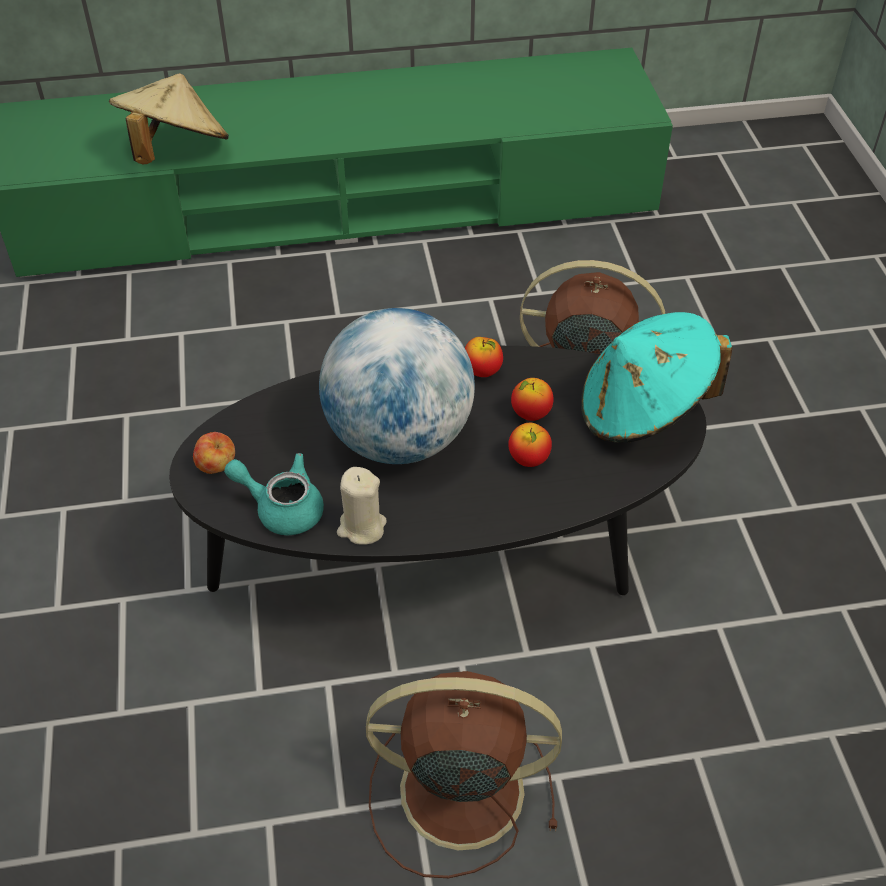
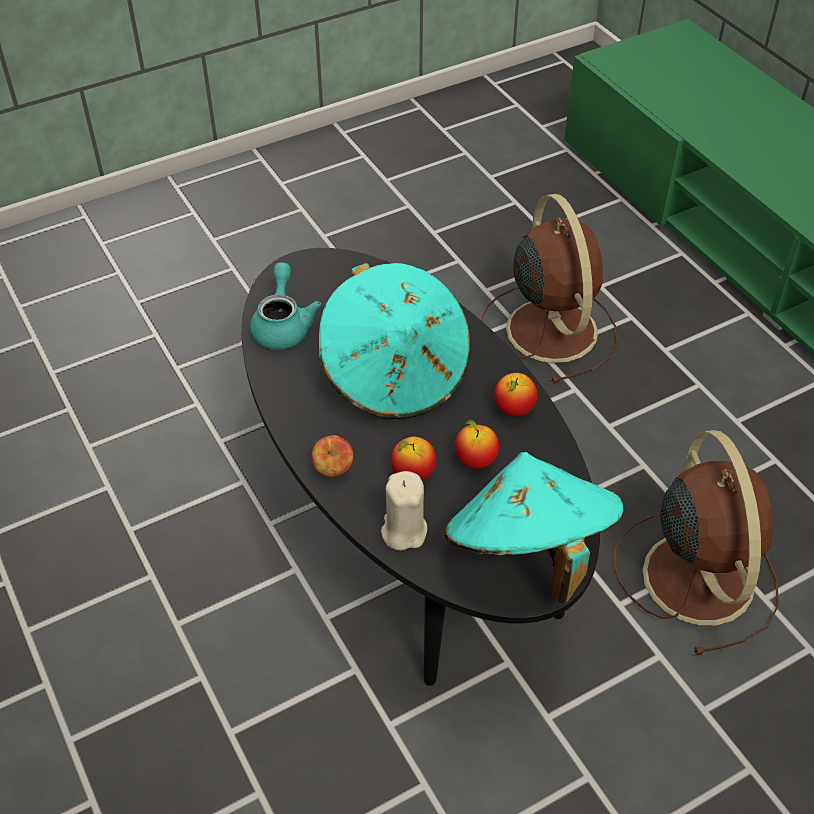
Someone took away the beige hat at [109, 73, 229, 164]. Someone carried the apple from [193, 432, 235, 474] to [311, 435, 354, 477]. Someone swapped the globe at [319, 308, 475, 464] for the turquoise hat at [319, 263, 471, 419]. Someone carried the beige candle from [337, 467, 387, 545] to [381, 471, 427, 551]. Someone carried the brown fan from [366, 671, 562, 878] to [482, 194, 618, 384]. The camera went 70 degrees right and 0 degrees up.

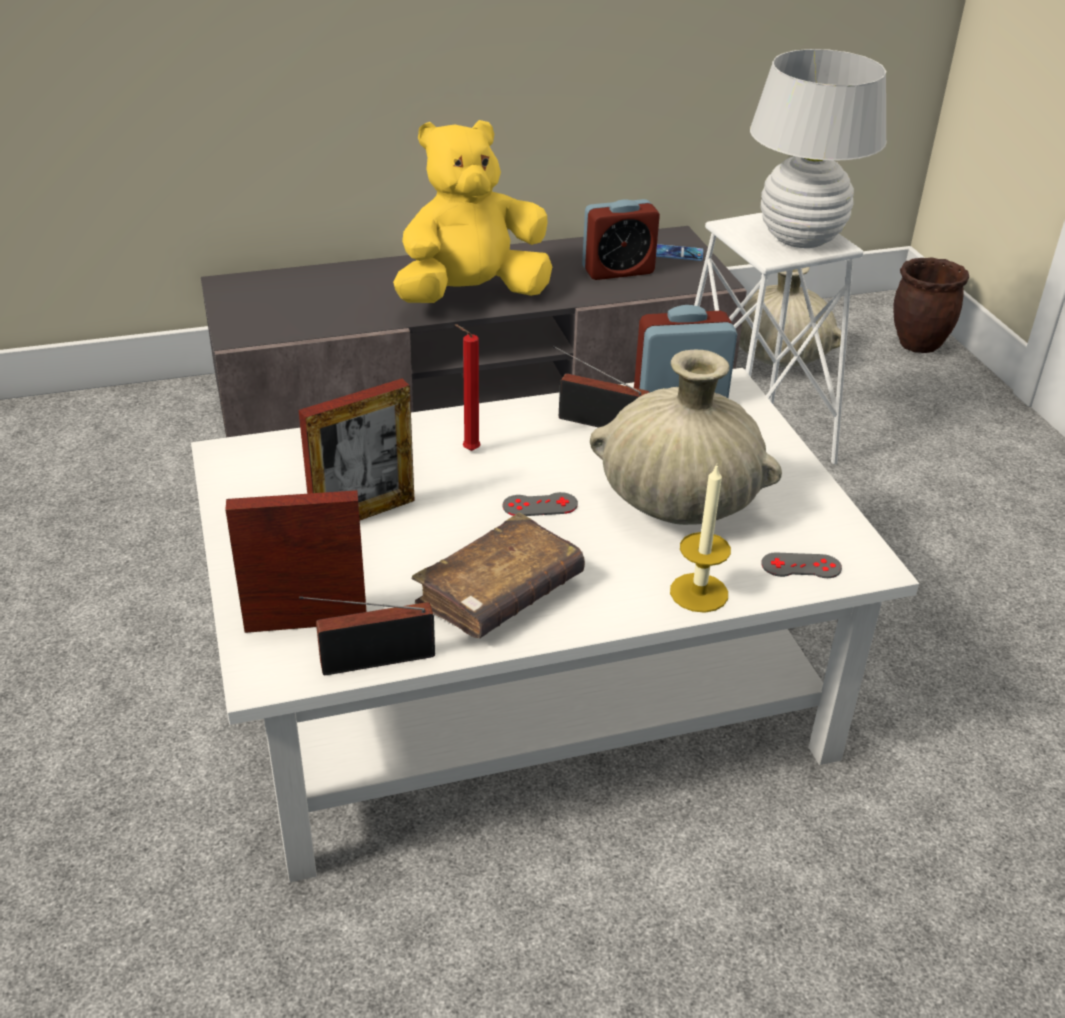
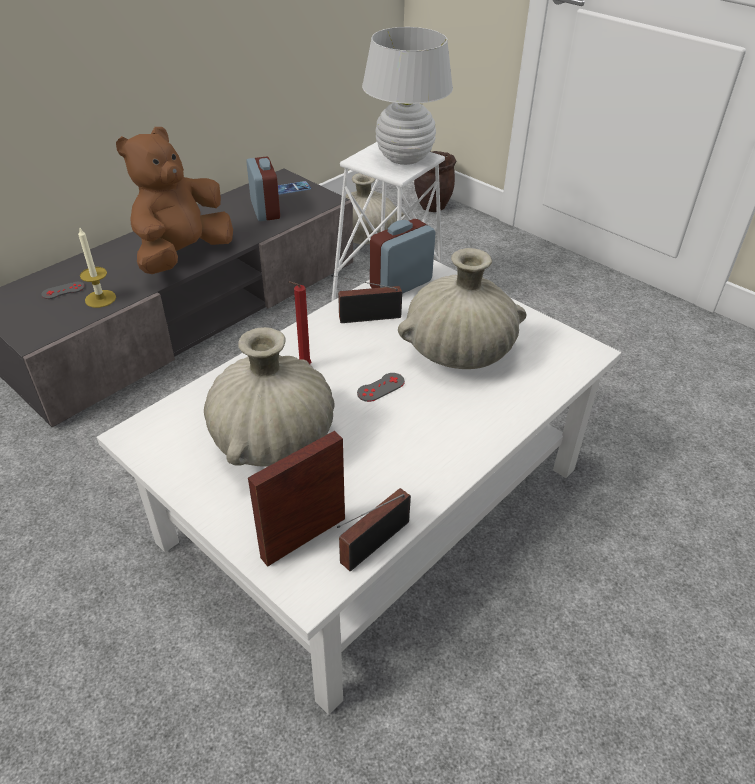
Someone swapped the picture frame at [299, 379, 415, 520] for the beige vase at [204, 327, 335, 467]. Someone repainted the yellow plush toy at [393, 120, 552, 303], which became the brown plush toy at [116, 127, 233, 274]. Someone took away the brown book at [412, 513, 585, 638]. Someone rotated the alarm clock at [582, 199, 660, 280] by 60 degrees counterclockwise. Someone carried the candle from [670, 463, 731, 613] to [78, 228, 116, 308]. Someone carried the grey game controller from [761, 553, 842, 578] to [41, 282, 85, 299]. The camera went 30 degrees left and 5 degrees up.

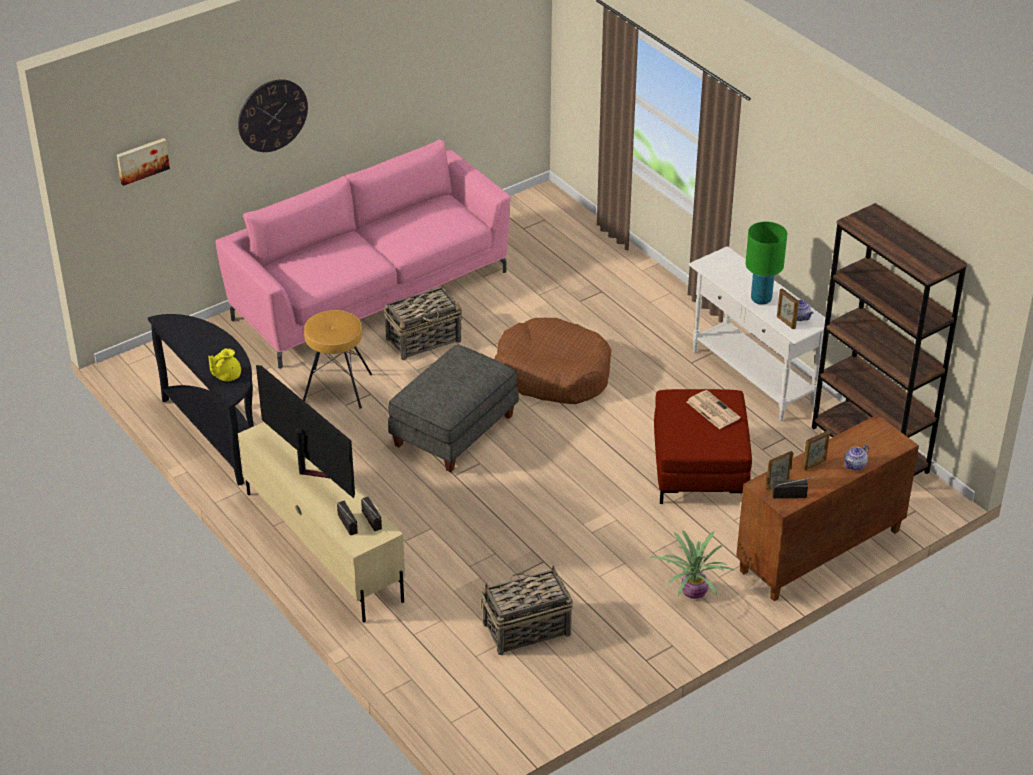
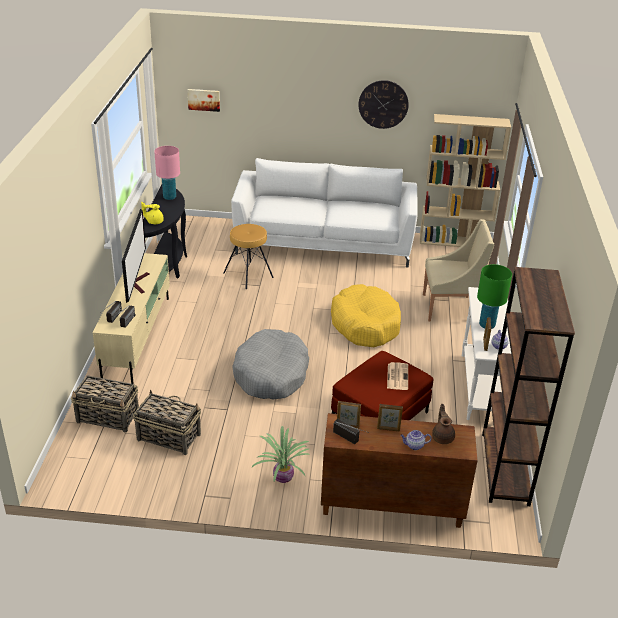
Someone repainted the pink sofa at [216, 140, 510, 369], which became the white sofa at [231, 158, 418, 268]. Someone carried the wall clock from [238, 79, 308, 152] to [358, 80, 409, 129]. Someone carried the basket from [384, 287, 462, 360] to [71, 376, 139, 432]. Someone took away the grey ottoman at [388, 345, 519, 473]. Someone repainted the brown dog bed at [494, 318, 611, 404], which became the yellow dog bed at [331, 284, 401, 347]. Someone put down the pink table lamp at [154, 146, 180, 200]. Someone put down the grey dog bed at [232, 329, 309, 400]. Someone put down the beige bookcase at [420, 114, 511, 247]. Someone put down the beige armchair at [423, 219, 494, 322]. Someone put down the brown teapot at [432, 404, 455, 444]. The camera went 40 degrees right and 5 degrees down.

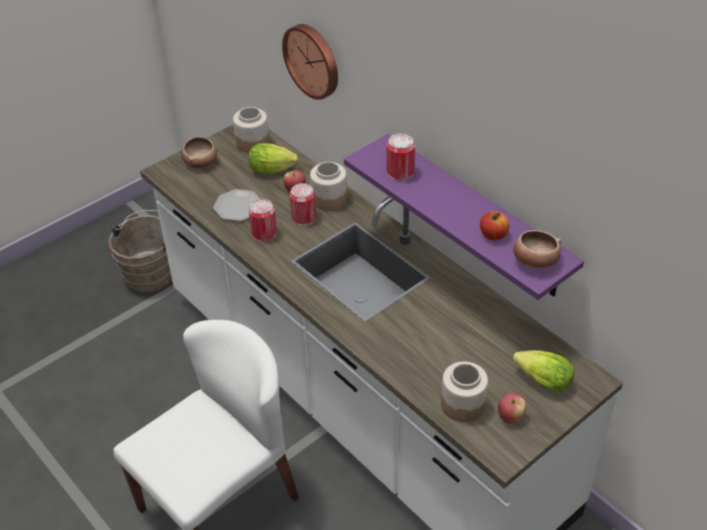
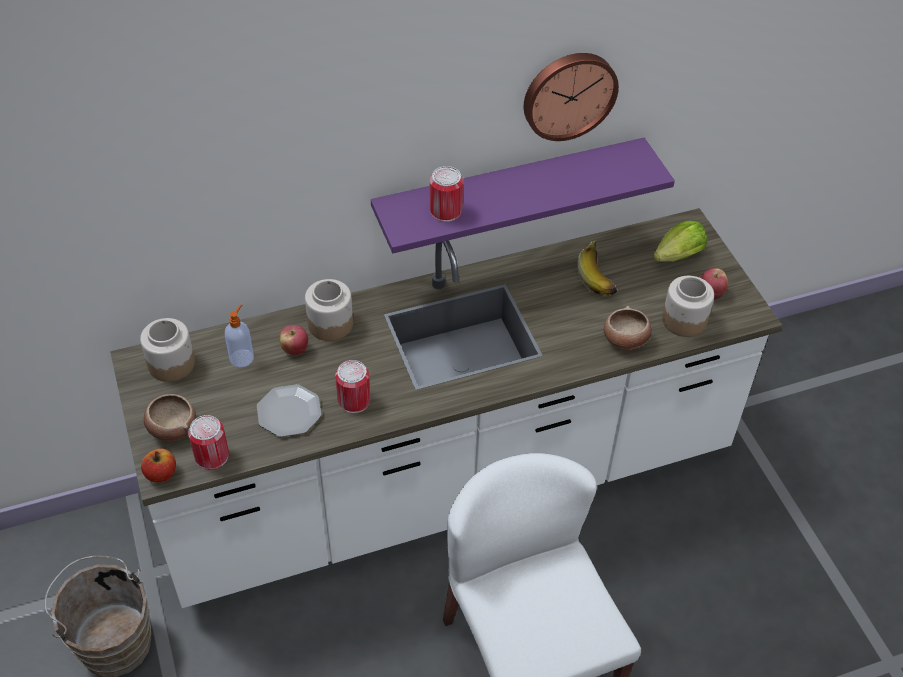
Someone swapped the lettuce at [248, 143, 299, 174] for the soap dispenser at [225, 304, 254, 367]. Someone carried the wall clock from [282, 24, 338, 100] to [524, 53, 619, 141]. Someone carried the can from [290, 183, 316, 226] to [188, 415, 229, 470]. Someone carried the apple from [480, 211, 509, 240] to [141, 448, 176, 482]. Someone carried the bowl from [514, 230, 561, 269] to [604, 306, 652, 350]. Someone put down the banana at [577, 240, 617, 296]. The camera went 70 degrees left and 5 degrees up.

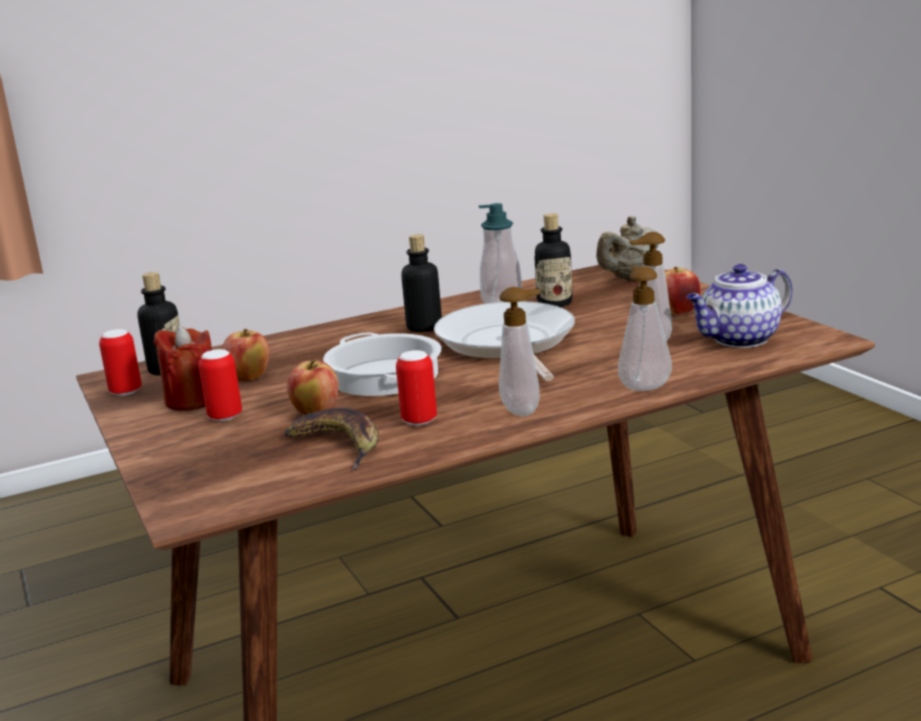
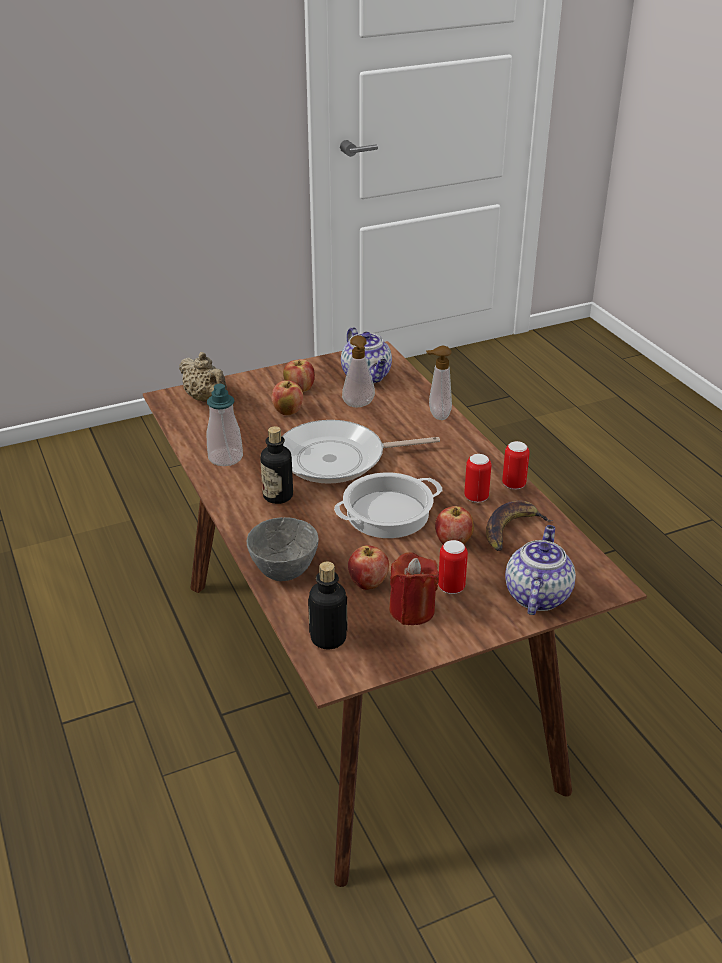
Someone carried the can from [99, 329, 142, 396] to [502, 441, 530, 490]. Someone took away the soap dispenser at [499, 287, 540, 416]. Someone took away the bottle at [534, 214, 572, 307]. Someone put down the grey bowl at [247, 517, 319, 581]. Someone put down the apple at [272, 380, 303, 415]. Someone put down the teapot at [505, 525, 576, 615]. The camera went 90 degrees left and 15 degrees up.

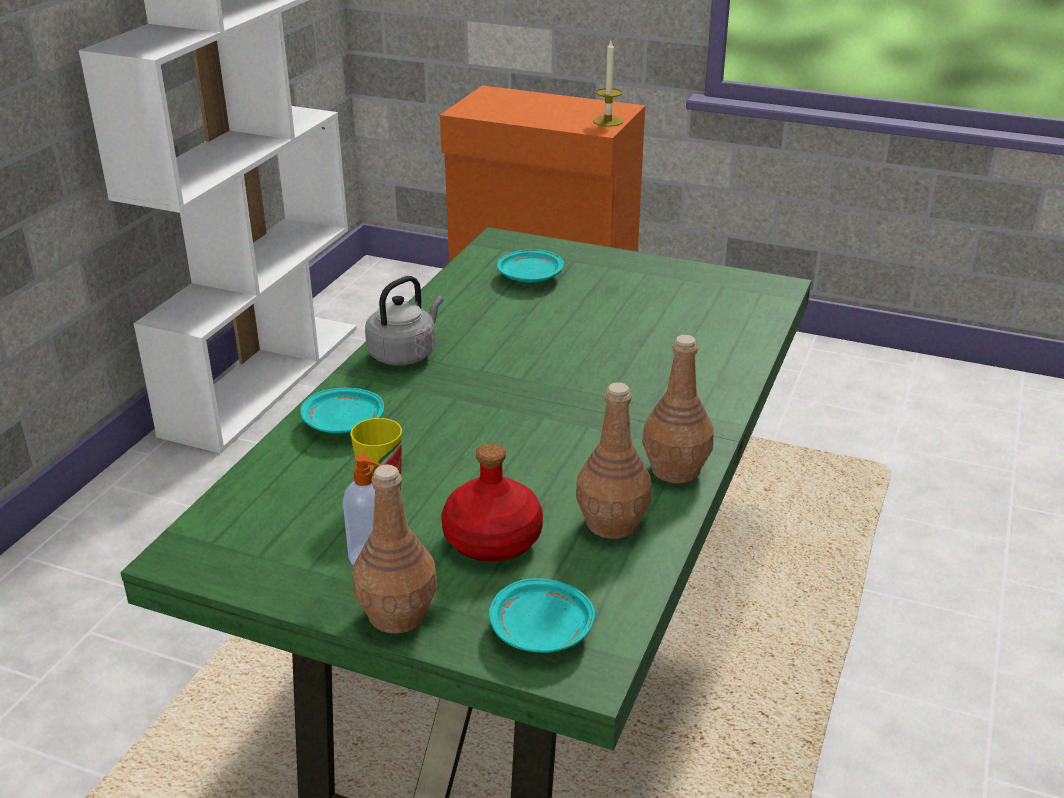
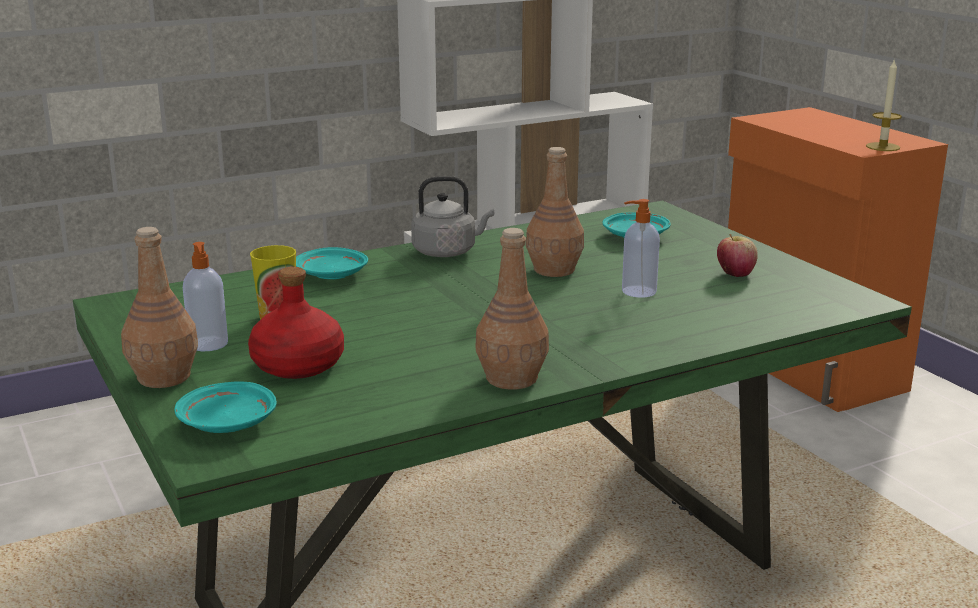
Someone carried the brown bottle from [576, 382, 652, 539] to [526, 147, 584, 277]. Someone put down the soap dispenser at [622, 199, 660, 298]. Someone put down the apple at [717, 234, 758, 277]. The camera went 40 degrees right and 10 degrees down.

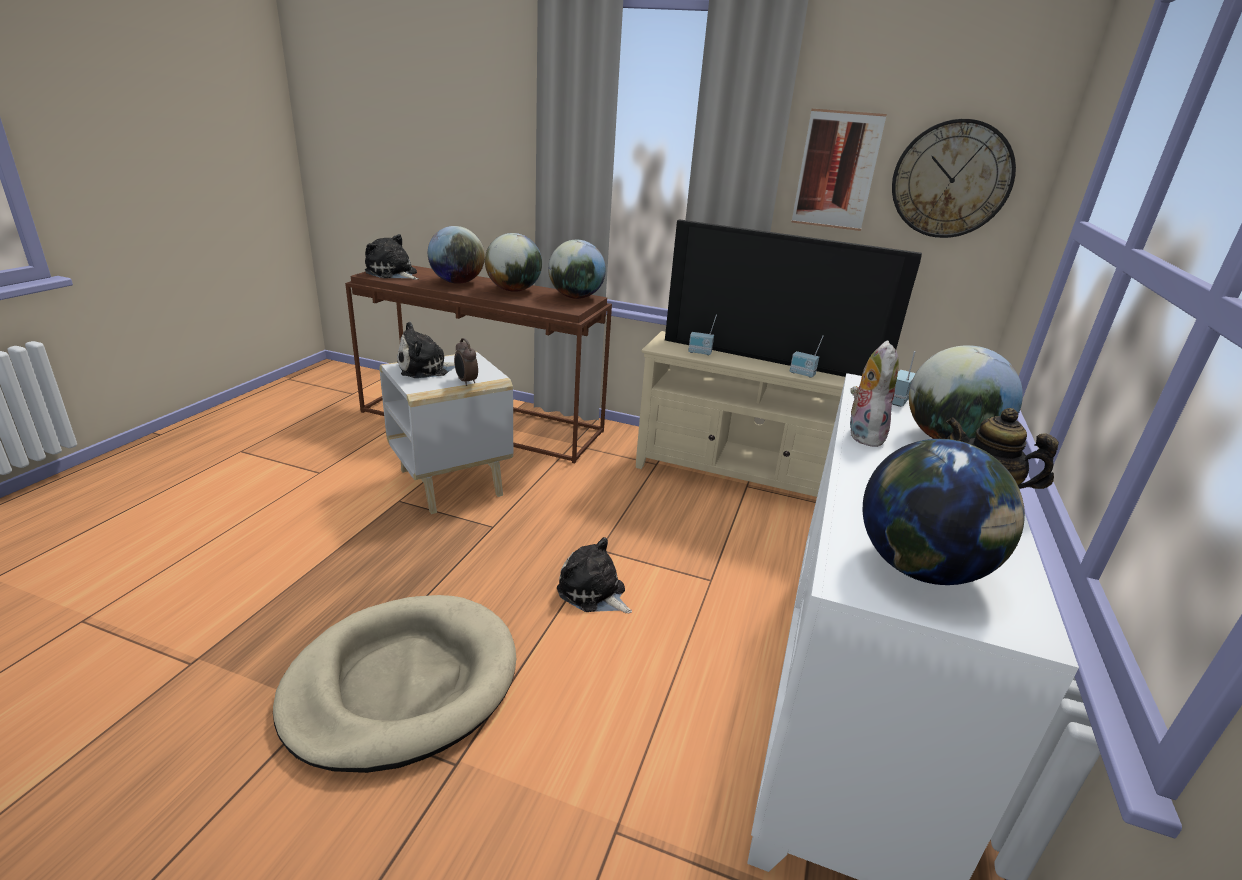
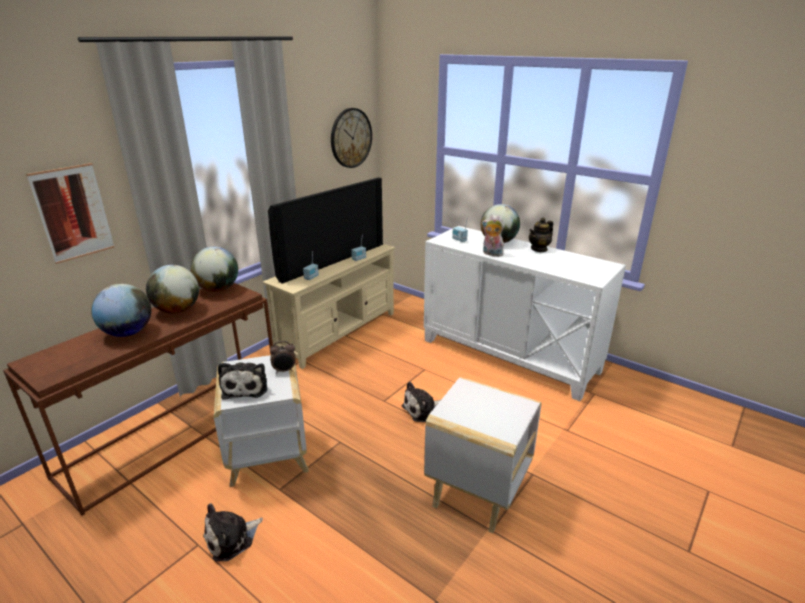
Someone swapped the beige dog bed at [273, 595, 516, 773] for the white side table at [424, 377, 542, 533]. Someone carried the plush toy from [365, 234, 419, 280] to [203, 503, 263, 562]. Someone carried the picture from [791, 109, 887, 231] to [26, 163, 114, 264]. Someone took away the globe at [863, 439, 1025, 585]. The camera went 70 degrees left and 0 degrees up.

